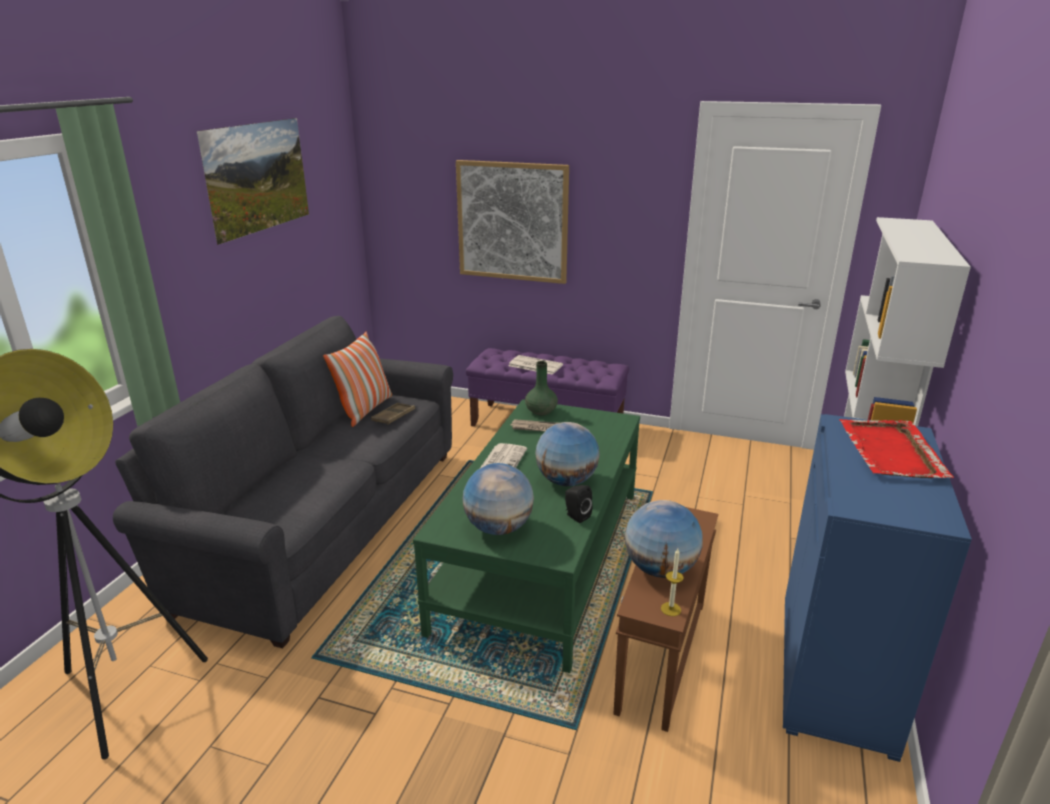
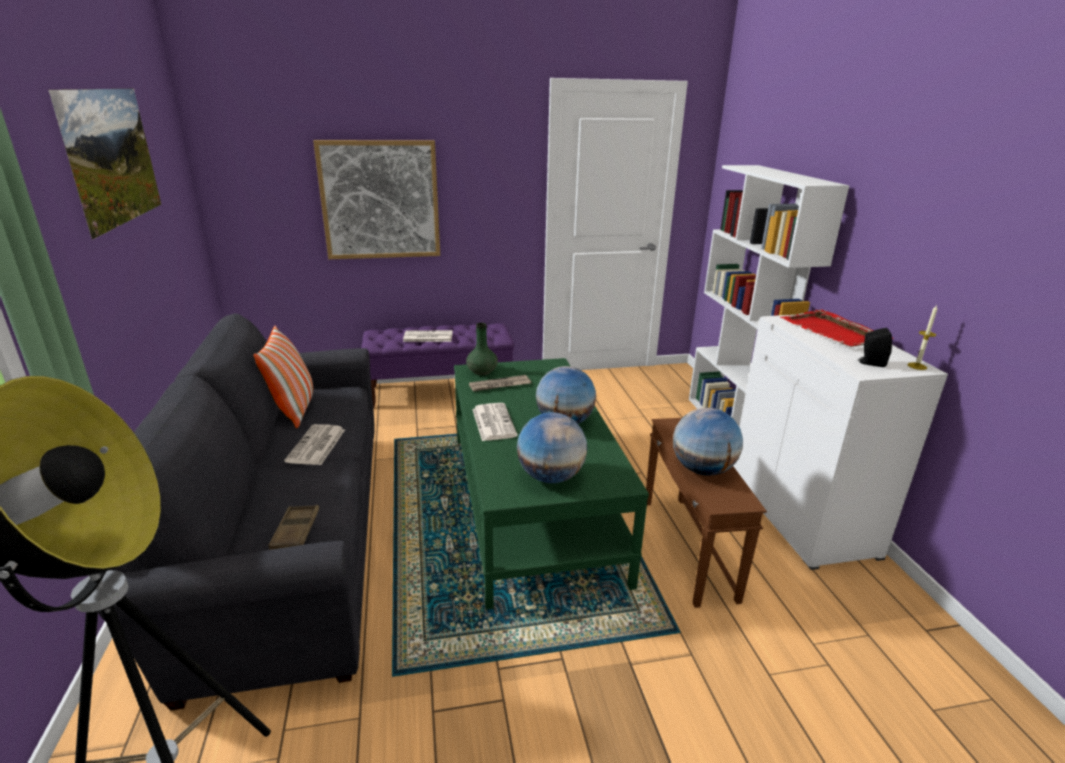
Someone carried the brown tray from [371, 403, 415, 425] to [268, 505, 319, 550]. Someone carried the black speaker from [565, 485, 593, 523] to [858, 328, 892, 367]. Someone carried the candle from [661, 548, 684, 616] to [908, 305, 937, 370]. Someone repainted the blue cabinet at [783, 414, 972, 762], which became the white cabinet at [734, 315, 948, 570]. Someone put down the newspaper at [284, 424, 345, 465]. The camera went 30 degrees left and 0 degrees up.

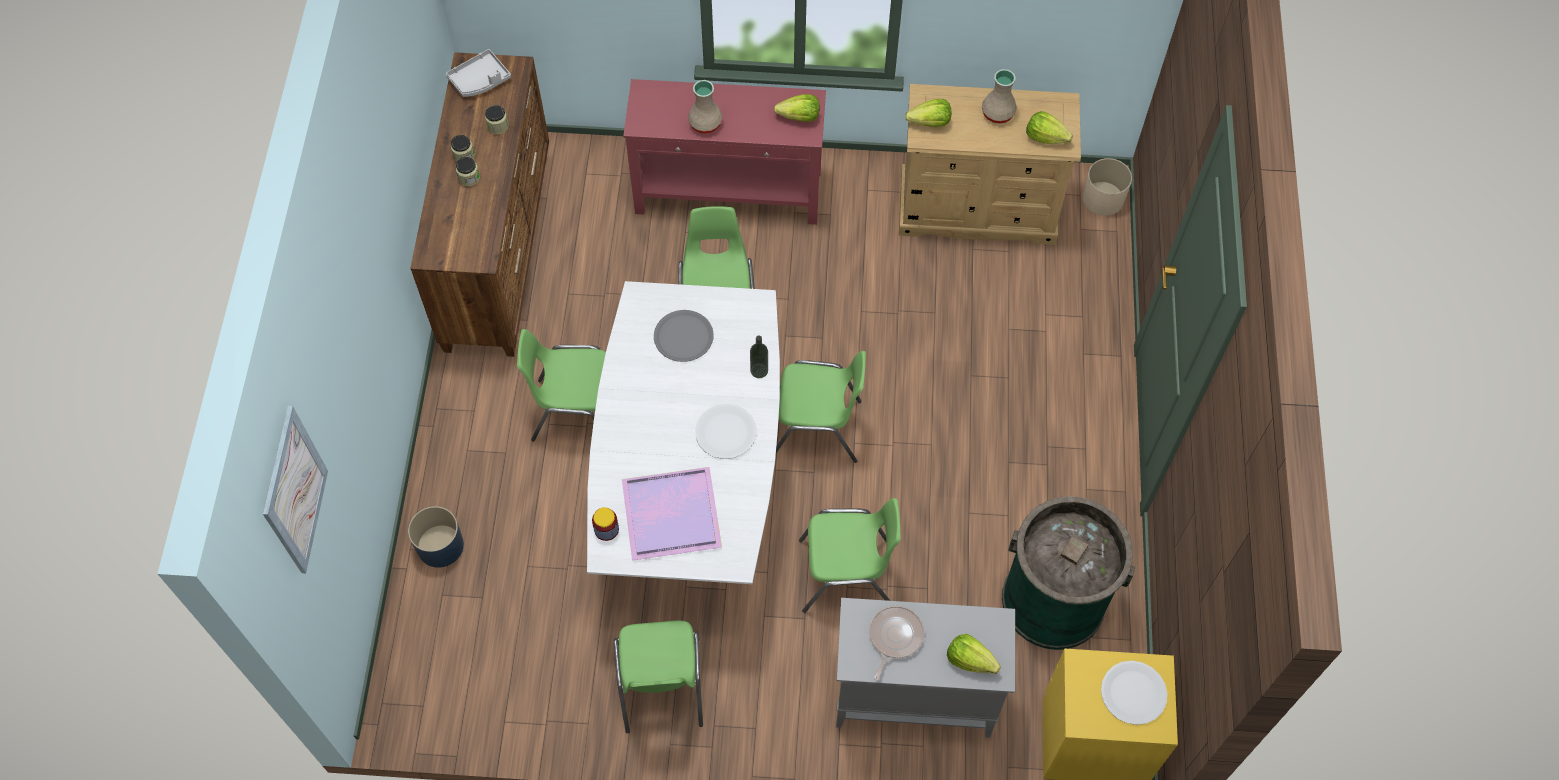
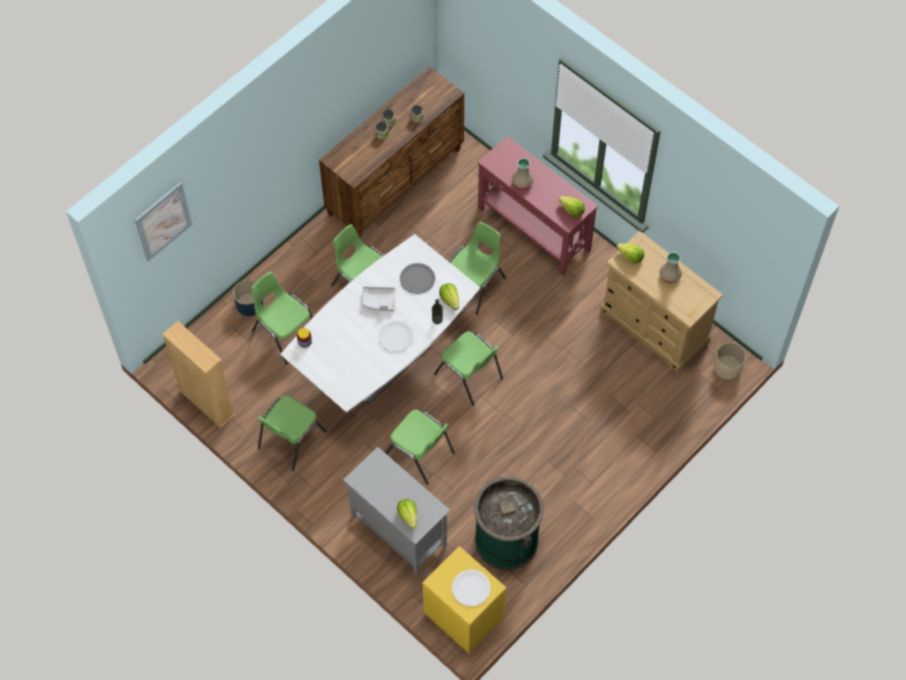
Someone carried the grey tray from [446, 49, 511, 97] to [361, 286, 396, 311]. Someone took away the purple tray at [622, 467, 722, 561]. Someone took away the frying pan at [869, 605, 924, 680]. Someone carried the lettuce from [1026, 111, 1073, 144] to [439, 283, 459, 310]. Someone put down the beige bookcase at [162, 321, 235, 428]. Someone put down the green chair at [251, 272, 313, 365]. The camera went 40 degrees right and 0 degrees up.

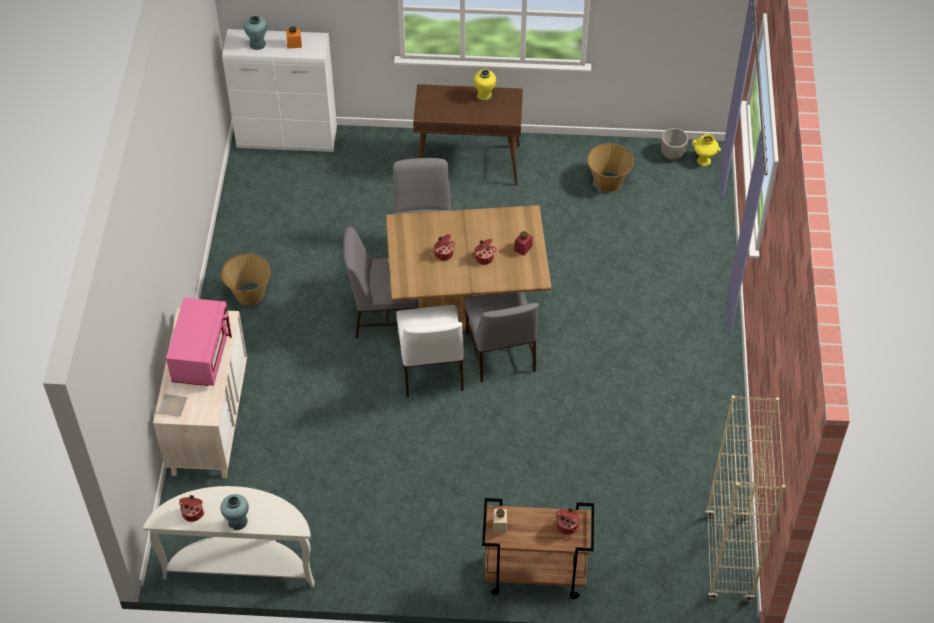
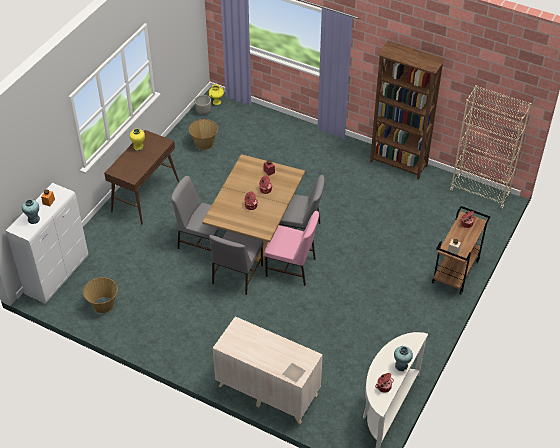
Someone took away the pink microwave at [166, 298, 232, 386]. Someone carried the basket from [221, 254, 271, 305] to [83, 277, 118, 313]. Someone repainted the white chair at [397, 305, 464, 397], which became the pink chair at [264, 211, 319, 286]. Someone put down the brown bookcase at [370, 41, 445, 180]. The camera went 65 degrees left and 5 degrees down.

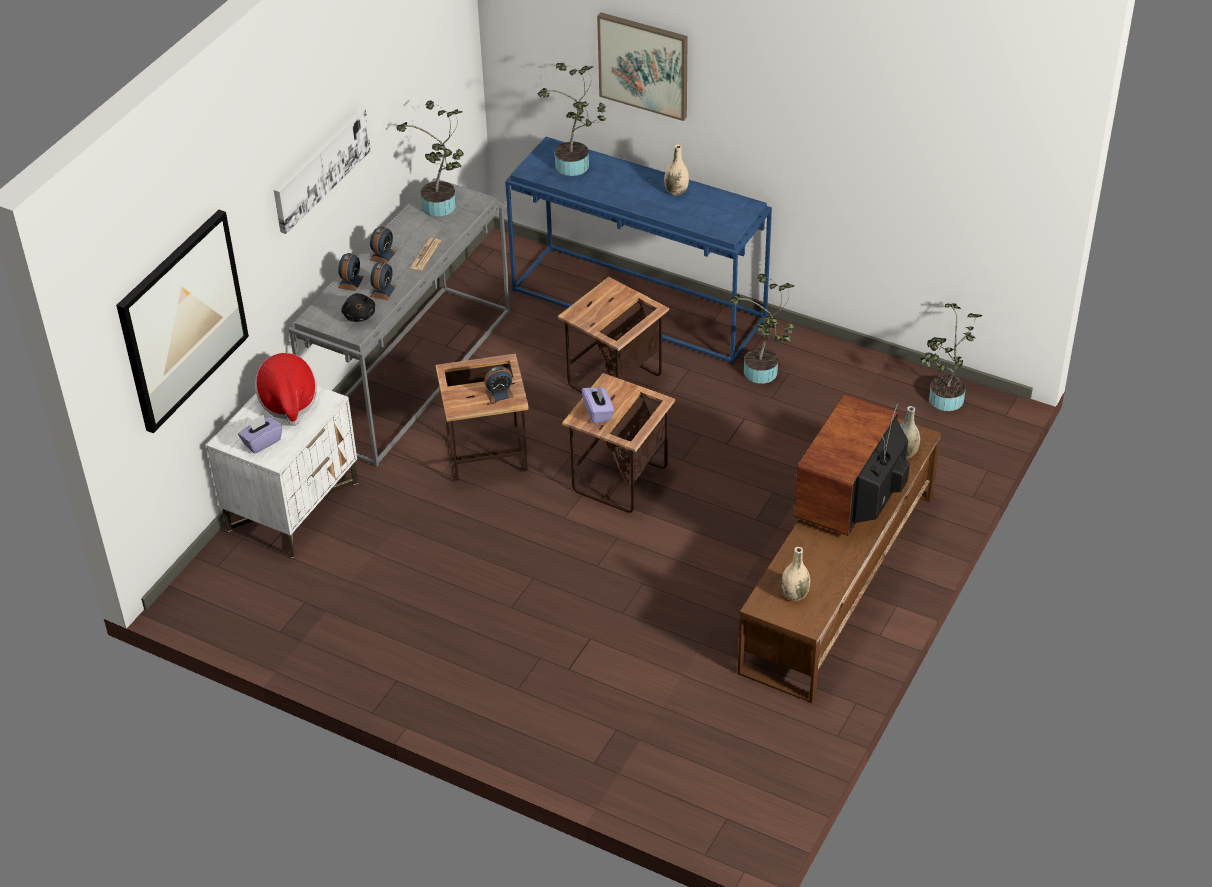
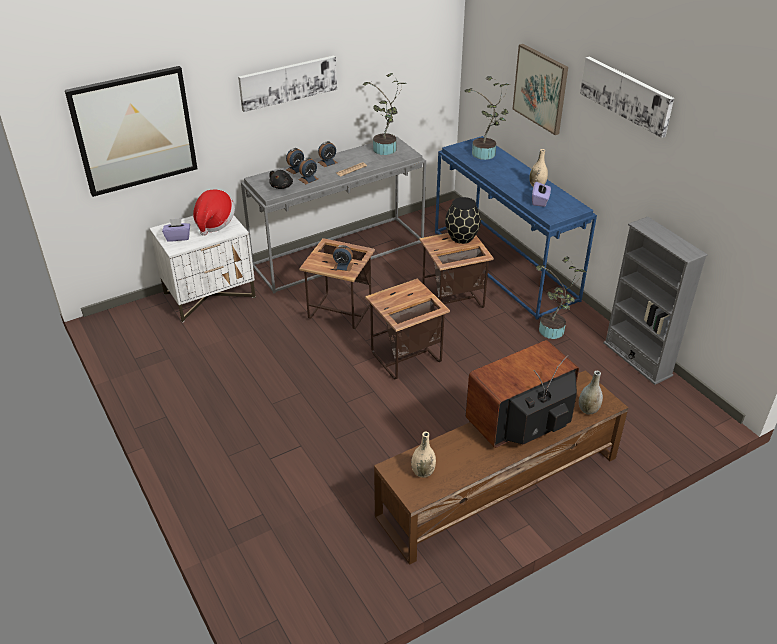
Someone carried the purple tissue box from [582, 386, 614, 424] to [532, 182, 551, 207]. Someone took away the potted plant at [920, 303, 982, 411]. Someone put down the black vase at [445, 197, 481, 244]. Someone put up the picture at [580, 57, 674, 138]. Someone put down the grey bookcase at [603, 217, 708, 385]. The camera went 30 degrees right and 5 degrees down.

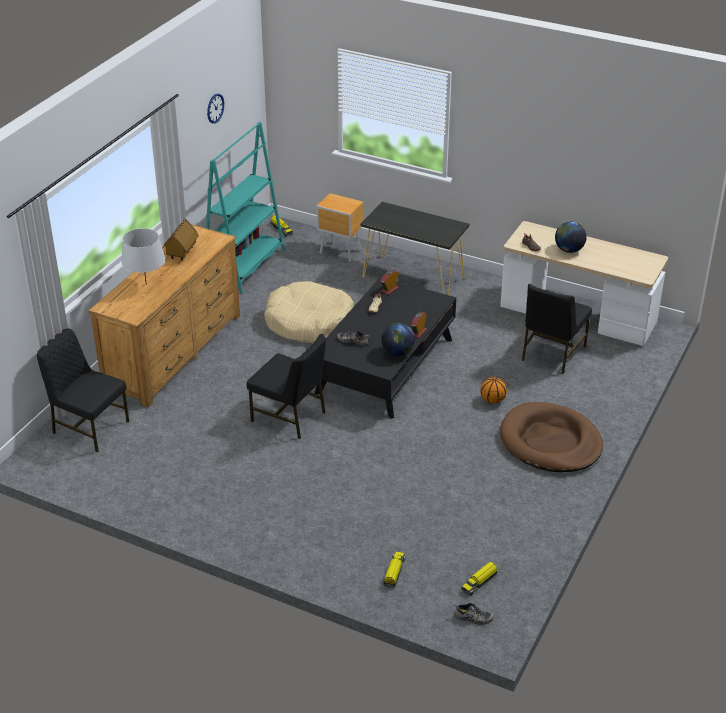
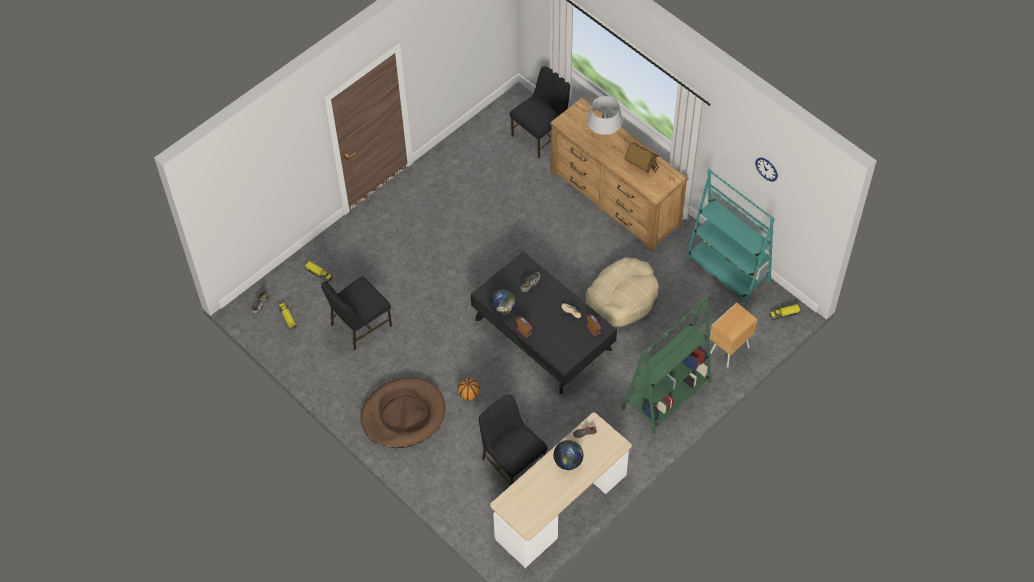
Someone carried the black chair from [247, 334, 326, 439] to [321, 276, 392, 350]. Someone swapped the black console table at [360, 202, 469, 295] for the green bookcase at [622, 296, 712, 434]. The camera went 110 degrees right and 20 degrees up.

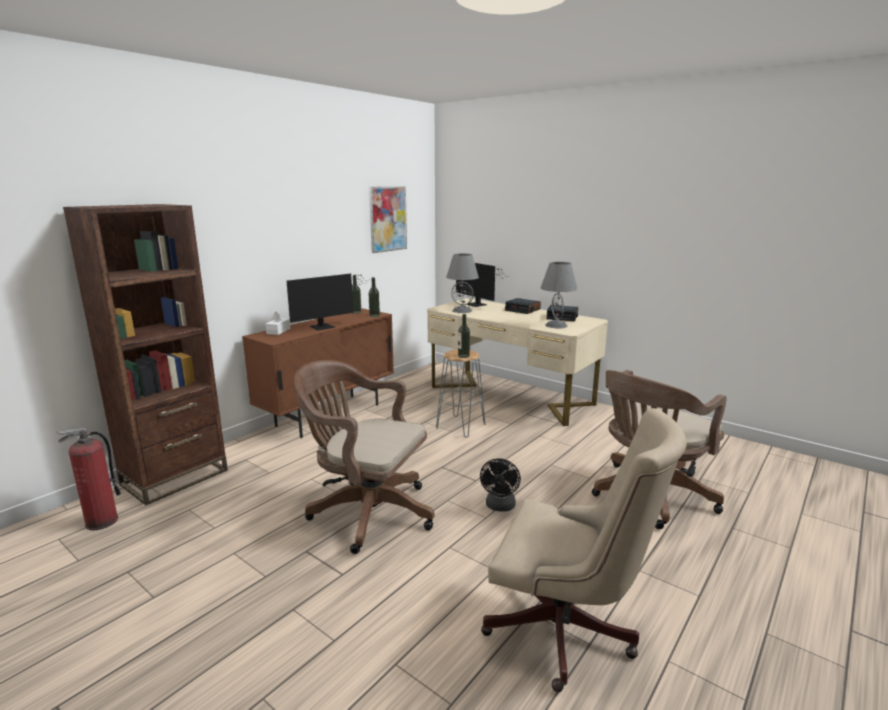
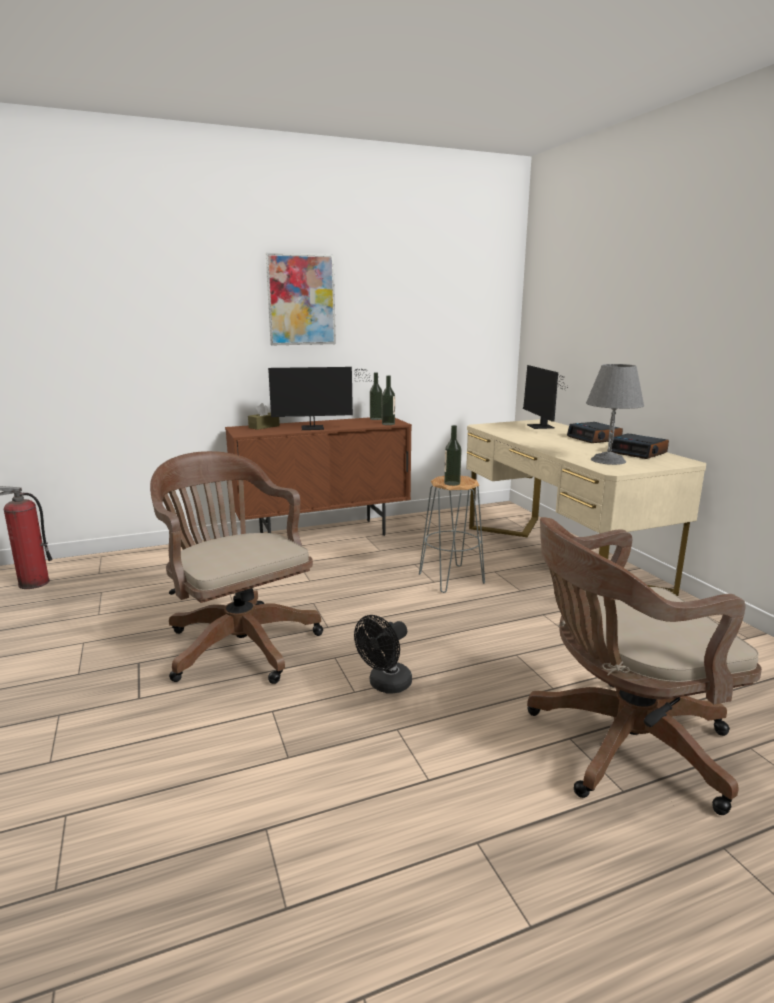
Someone took away the brown bookcase at [63, 204, 228, 505]. Someone repainted the white tissue box at [266, 311, 290, 335], which became the brown tissue box at [248, 403, 280, 430]. Someone carried the picture from [369, 186, 407, 253] to [266, 253, 336, 345]. Someone took away the grey table lamp at [446, 253, 479, 313]. Someone took away the beige office chair at [481, 408, 687, 692]. The camera went 30 degrees right and 0 degrees up.

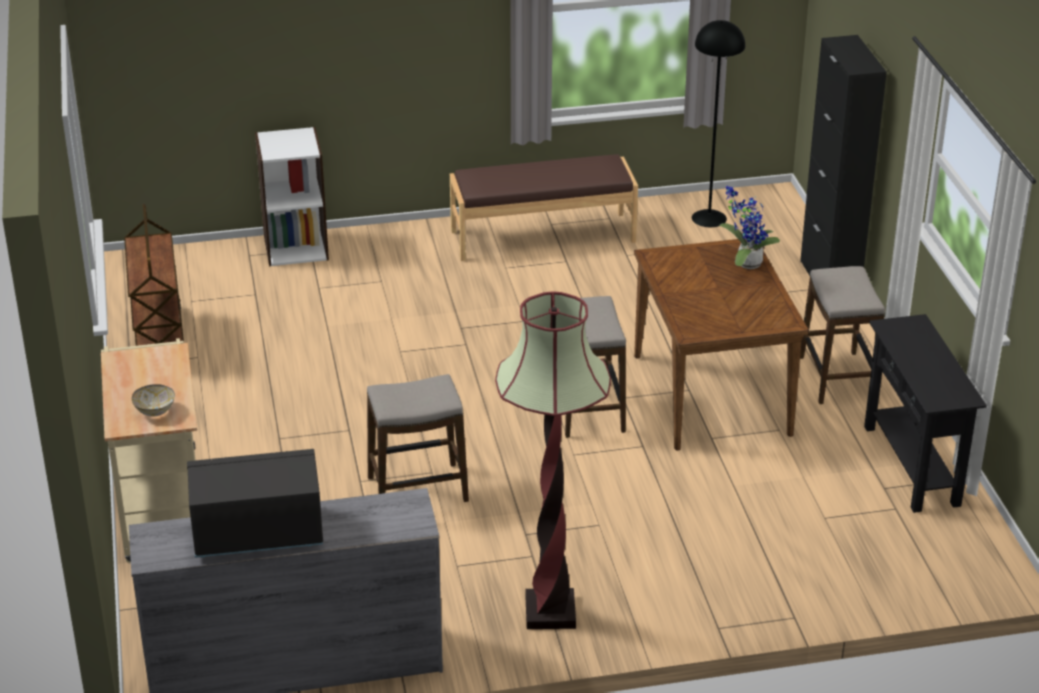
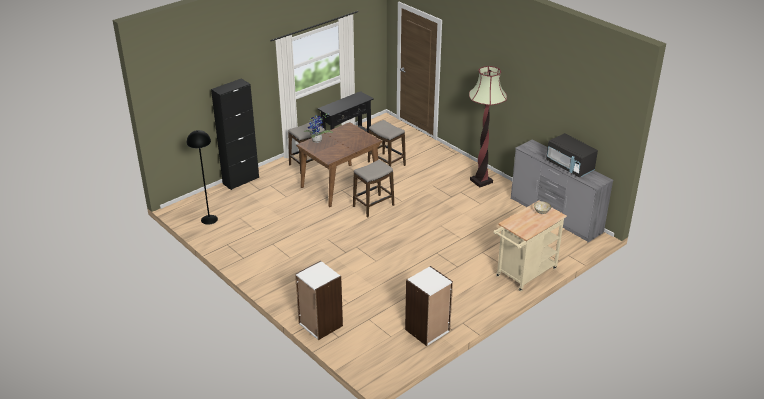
Someone swapped the brown cart at [124, 203, 184, 346] for the white bookcase at [405, 266, 453, 346]. Someone carried the stool from [367, 374, 469, 502] to [368, 120, 406, 167]. Someone took away the brown bench at [450, 154, 638, 261]. The camera went 120 degrees left and 0 degrees up.

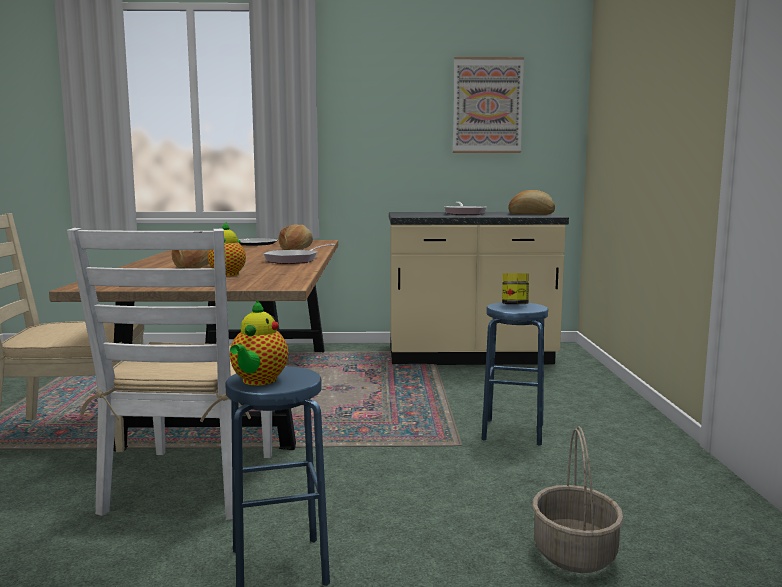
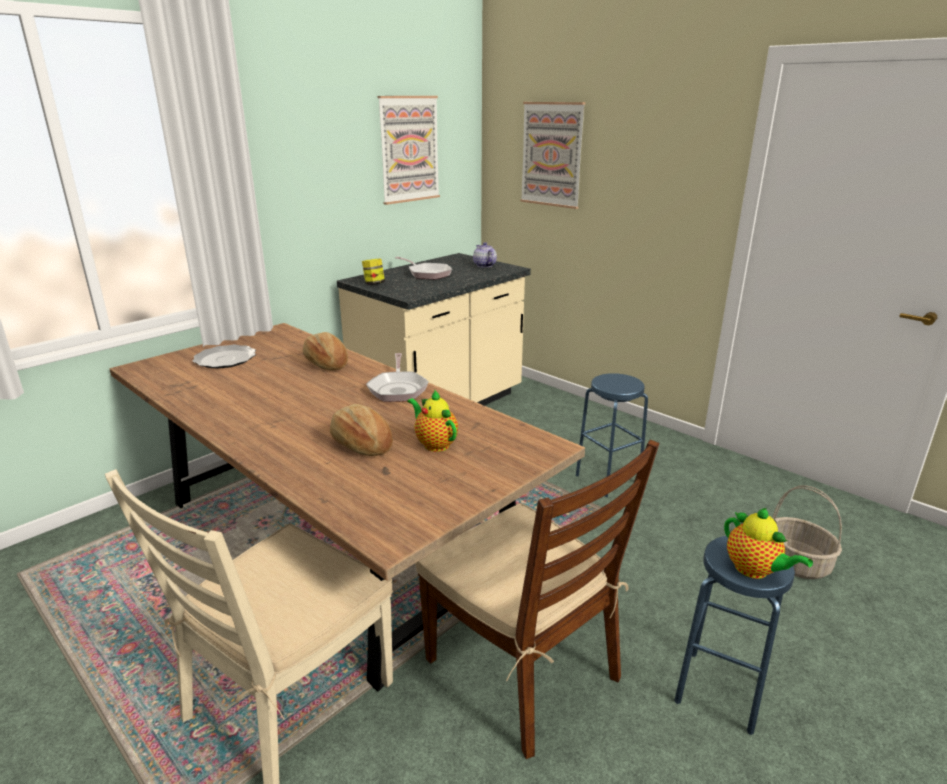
Someone repainted the white chair at [67, 228, 272, 520], which became the brown chair at [416, 440, 659, 759]. Someone carried the jar from [502, 273, 529, 304] to [362, 259, 385, 285]. Someone swapped the bread at [508, 190, 555, 215] for the teapot at [473, 242, 497, 268]. Someone put up the picture at [520, 102, 585, 209]. The camera went 45 degrees left and 15 degrees up.

